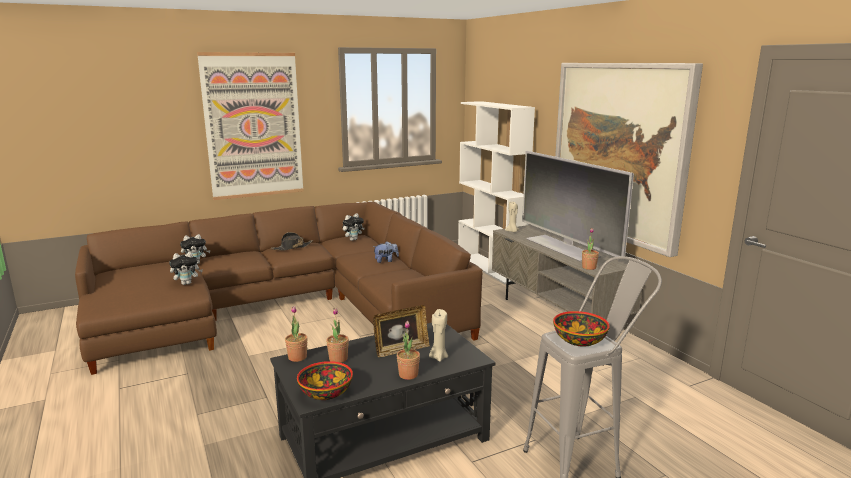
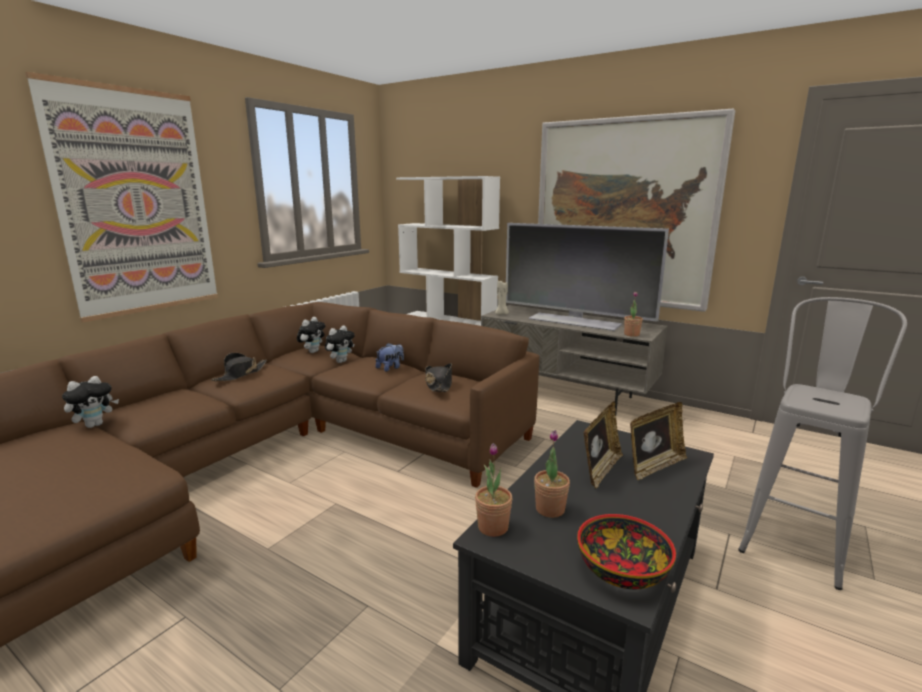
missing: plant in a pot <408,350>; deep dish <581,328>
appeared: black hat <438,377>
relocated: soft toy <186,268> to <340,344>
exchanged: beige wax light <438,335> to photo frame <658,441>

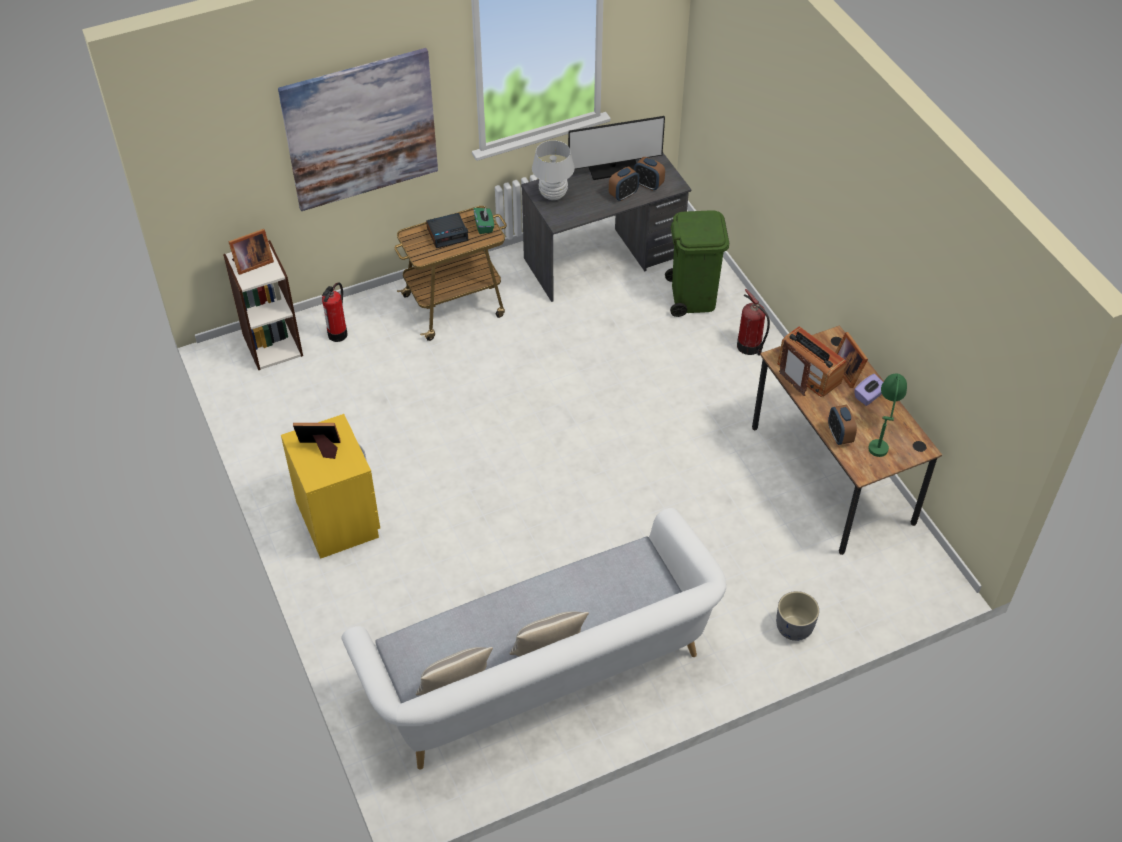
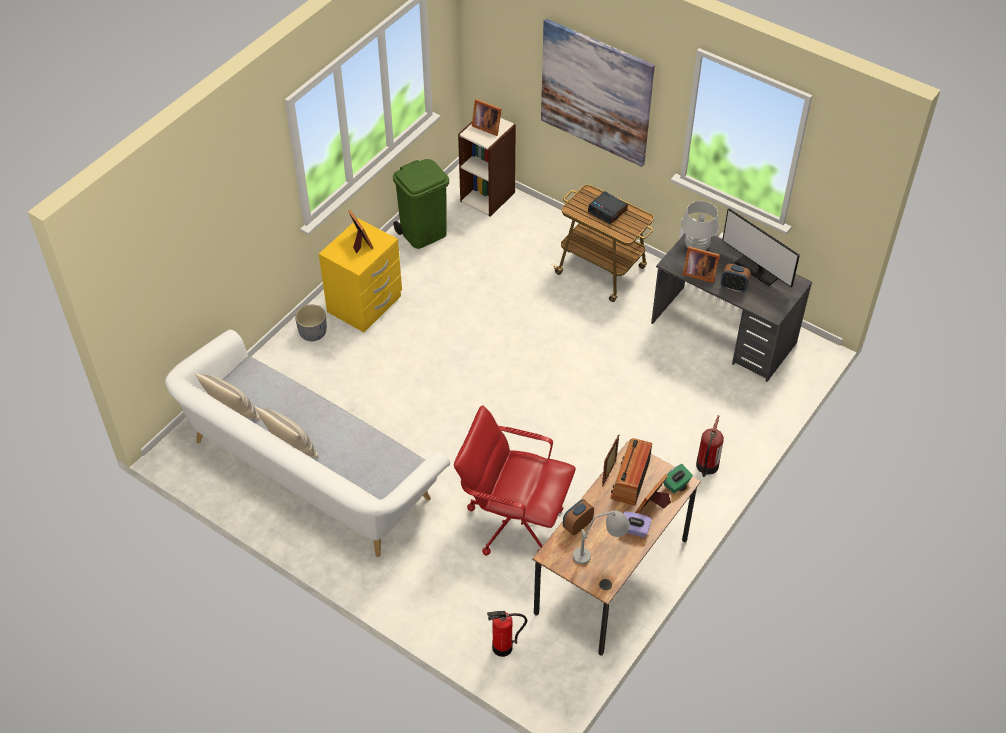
missing: table clock <649,174>
appeared: red-coloured computer chair <515,480>; photo frame <701,264>
relocated: gray plant pot <797,616> to <311,323>; greenish trash can <697,263> to <421,204>; fire extinguisher <335,312> to <507,634>; greenish tissue box <484,221> to <678,478>
colour: greenish lamp for a table <887,415> to gray lamp for a table <601,538>

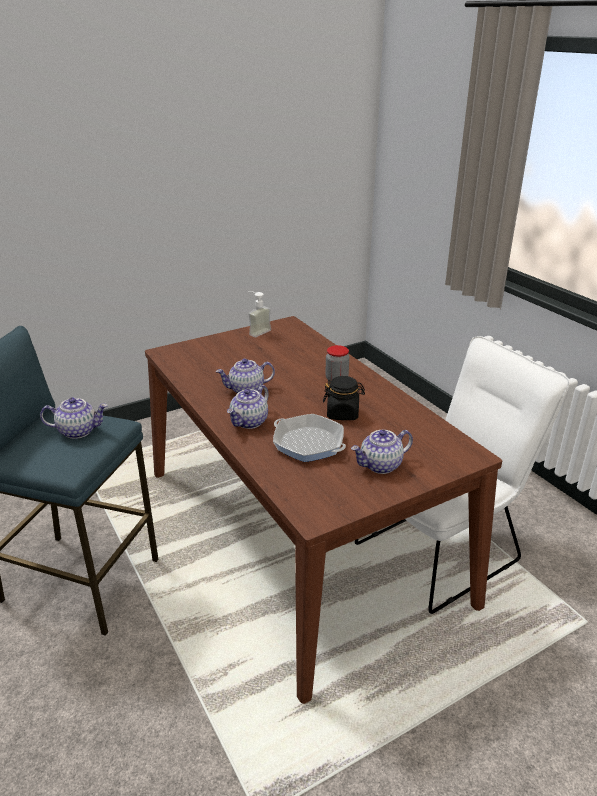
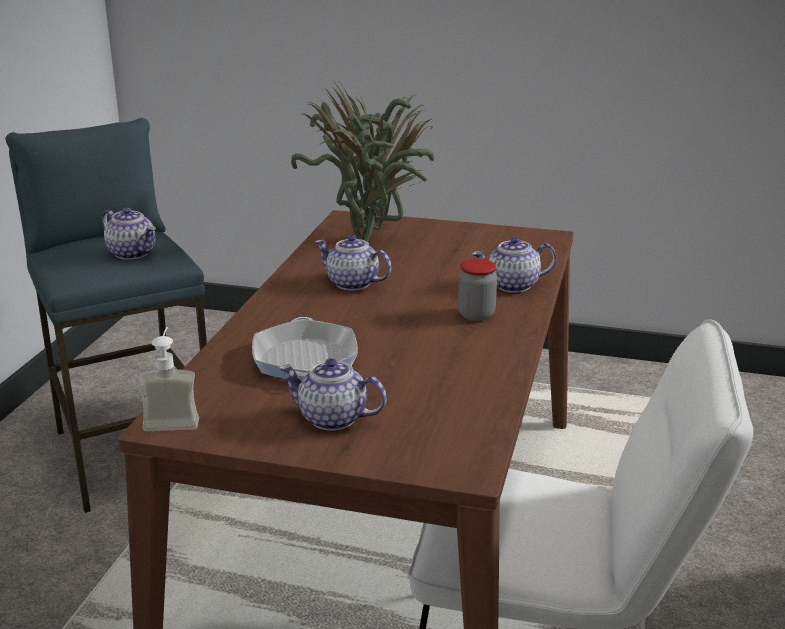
missing: black preserve jar <344,398>
appeared: plant in a pot <362,162>
relocated: soap bottle <259,314> to <168,379>; teapot <248,407> to <514,265>

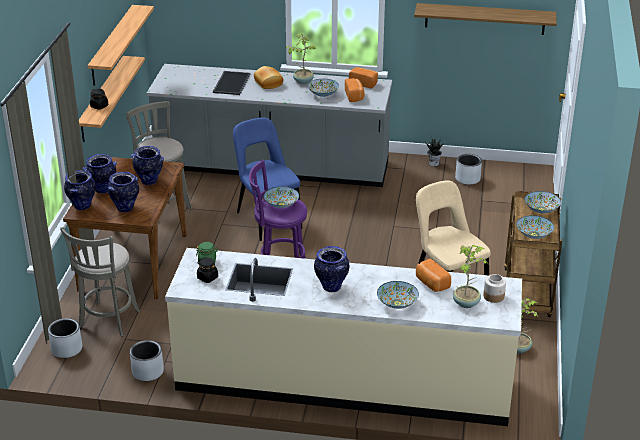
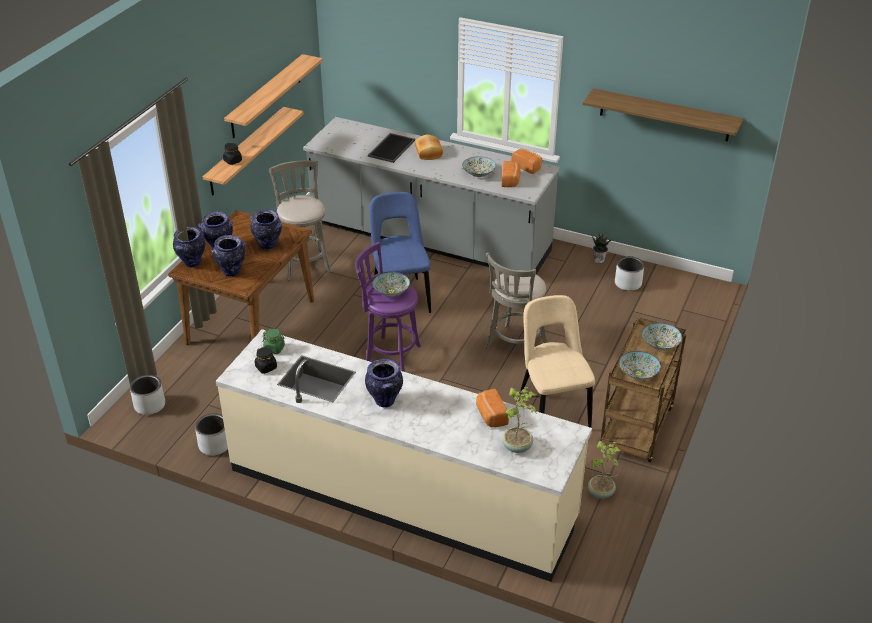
missing: plant in a pot <300,58>; deep dish <398,295>; preserve jar <494,288>
relocated: gray sitting stool <100,282> to <516,305>

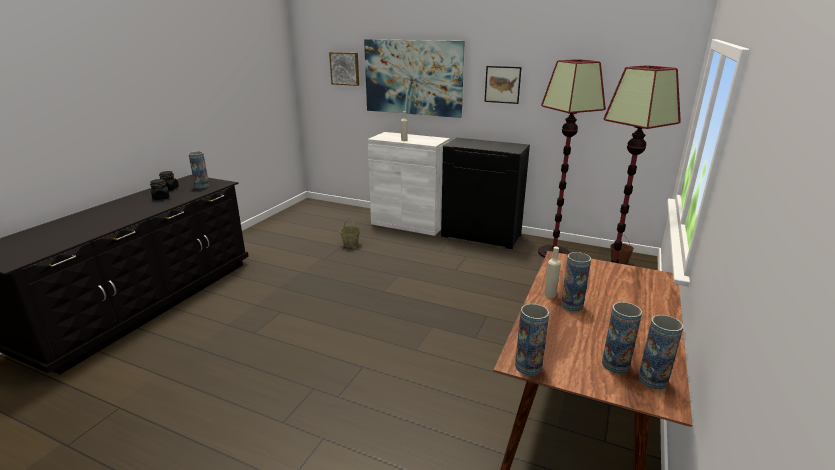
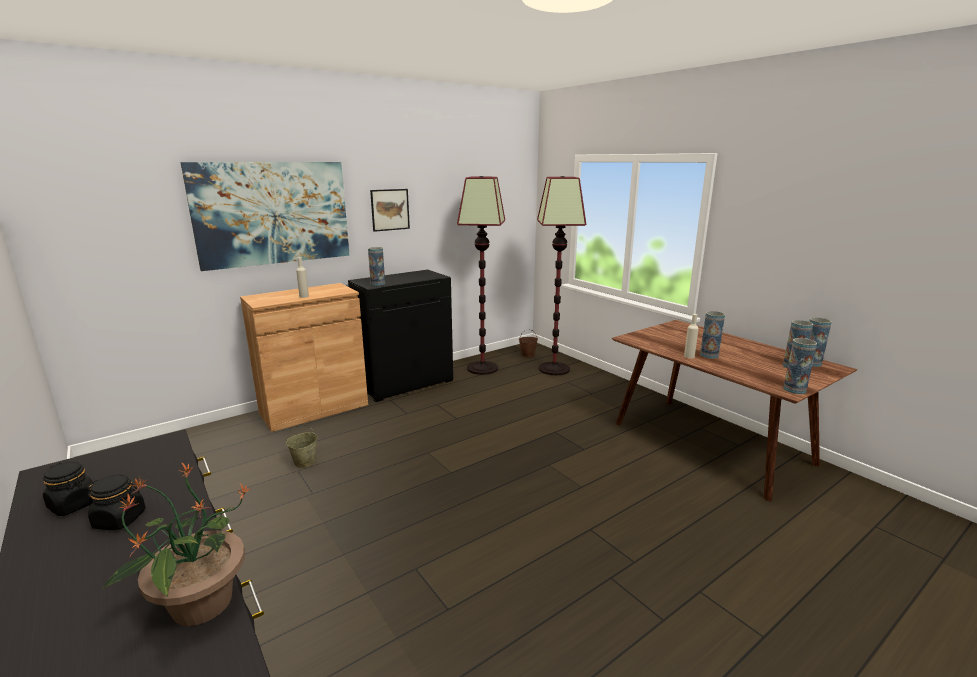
missing: picture <344,69>
appeared: plant in a pot <176,544>
relocated: flower vase <198,169> to <376,266>
colour: white cupboard <408,184> to brown cupboard <304,357>

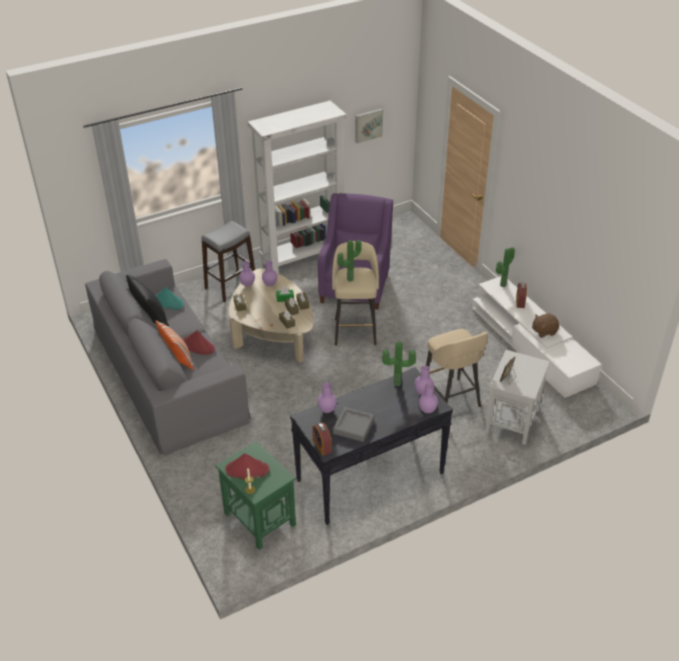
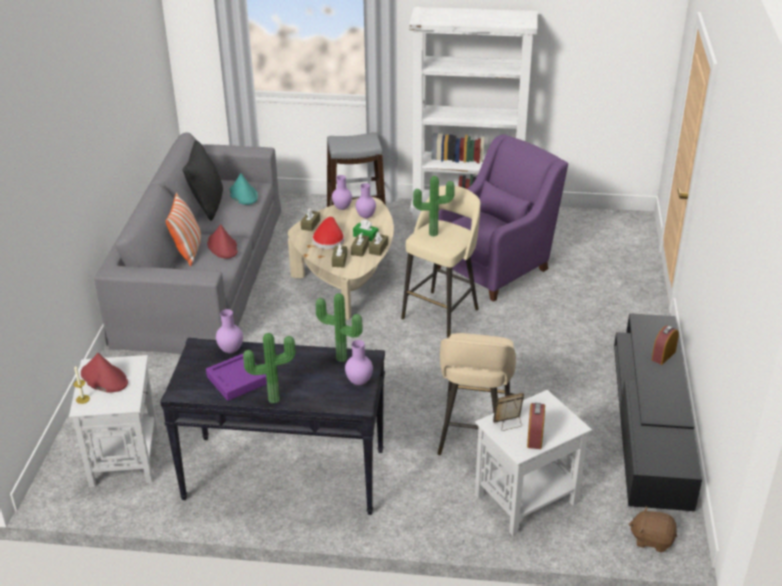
missing: picture <369,125>; purple flower vase <428,398>
appeared: red-coloured hat <328,233>
relocated: plant in a pot <505,267> to <269,368>; table clock <322,439> to <536,426>; brown soft toy <545,325> to <653,529>
colour: greenish side table <255,495> to white side table <113,421>; gray tray <353,424> to purple tray <236,377>; white tv stand <537,337> to black tv stand <658,412>

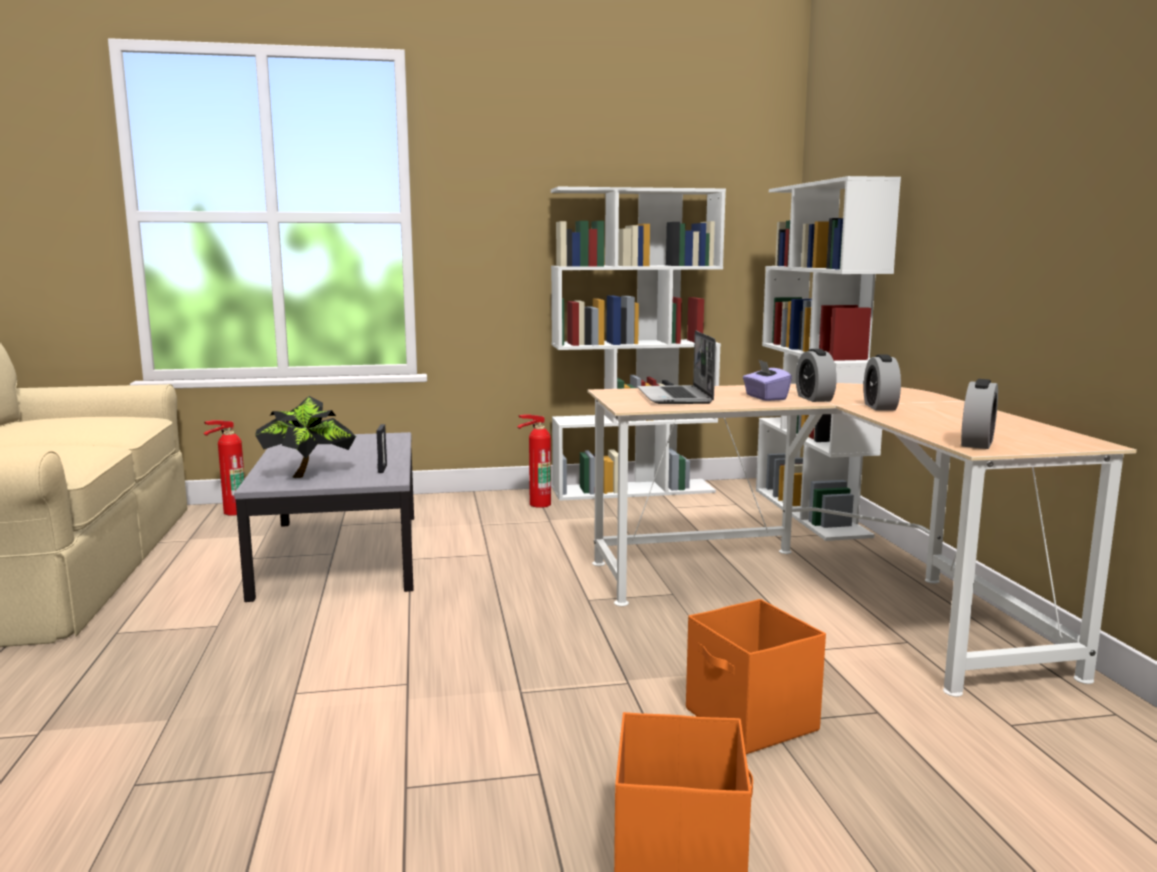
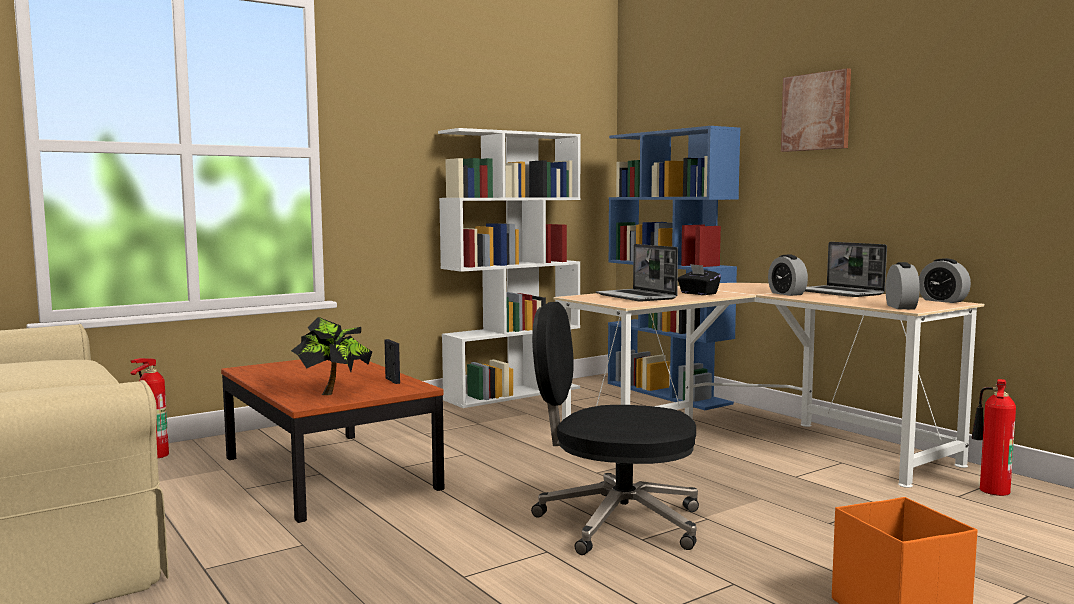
missing: orangey storage bin <756,676>
appeared: black computer chair <615,428>; picture <816,110>; portable computer <846,269>
relocated: table clock <816,375> to <945,280>; fire extinguisher <534,461> to <994,437>
colour: gray coffee table <324,517> to brown coffee table <332,441>; white shelving unit <828,358> to blue shelving unit <674,268>; purple tissue box <767,380> to black tissue box <699,279>

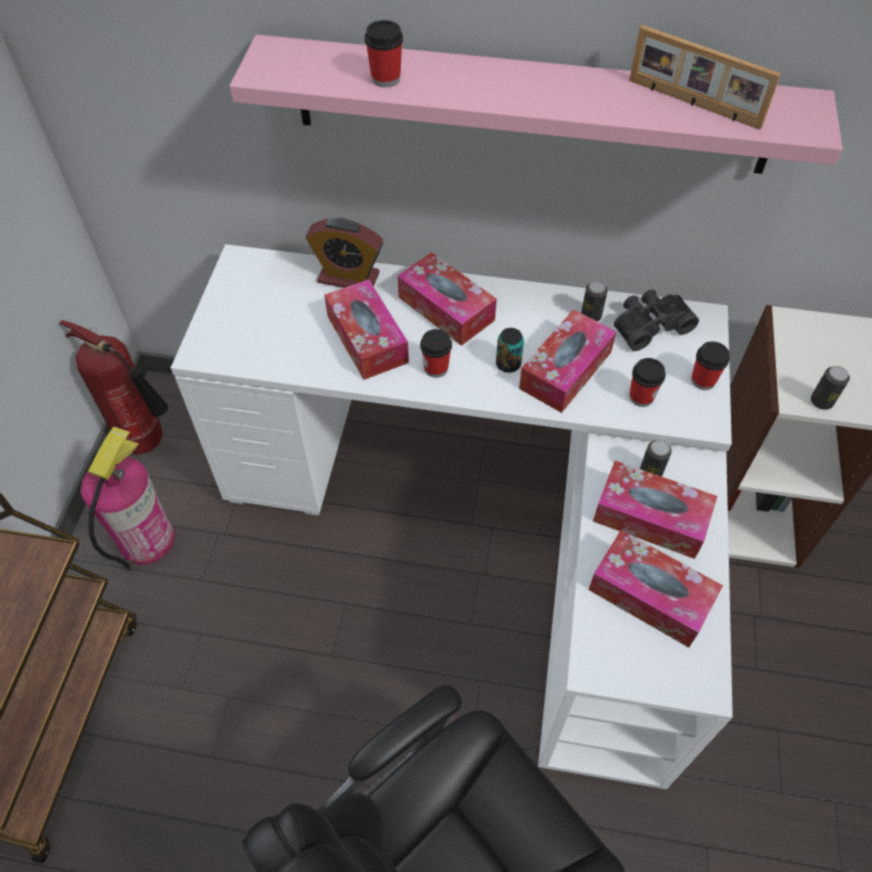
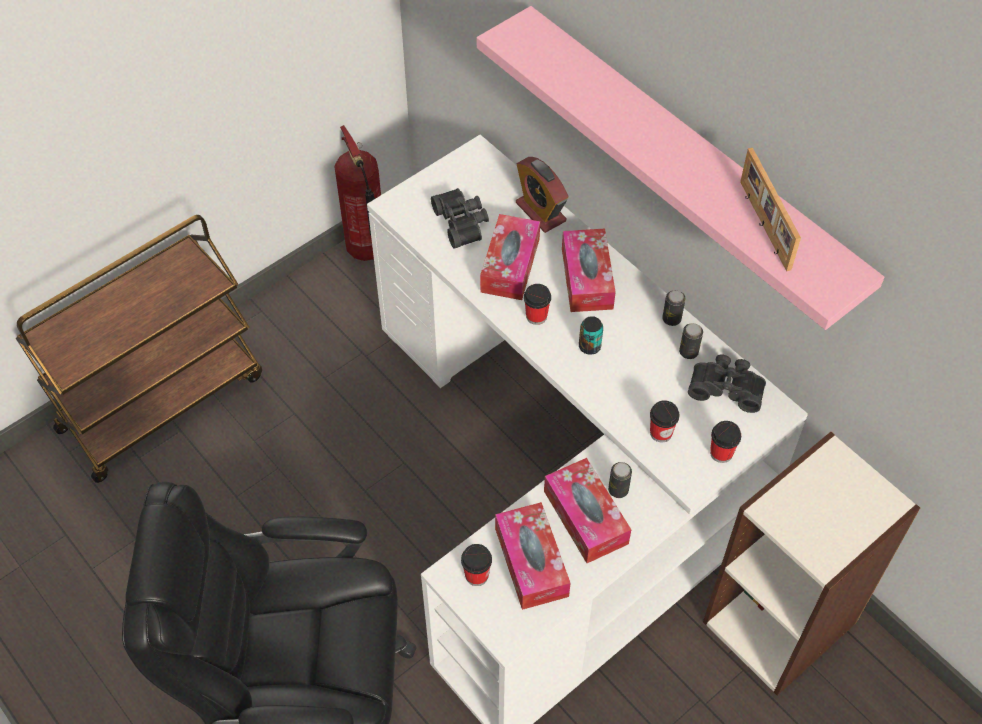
missing: fire extinguisher <128,499>; tissue box <567,361>
appeared: black binoculars <460,218>
relocated: cup <384,53> to <476,565>; metal can <830,388> to <674,308>

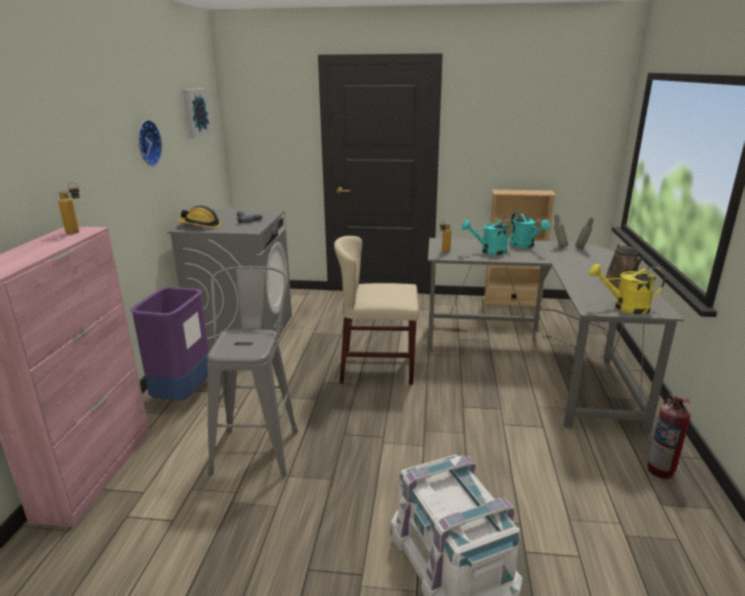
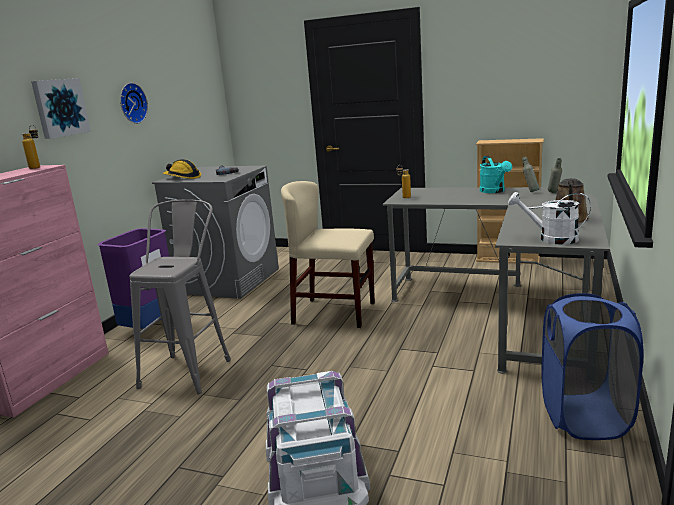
missing: turquoise watering pot <488,236>
relocated: picture <197,113> to <61,108>
exchanged: fire extinguisher <668,436> to blue washing basket <592,366>
colour: yellow watering pot <627,289> to white watering pot <549,218>

